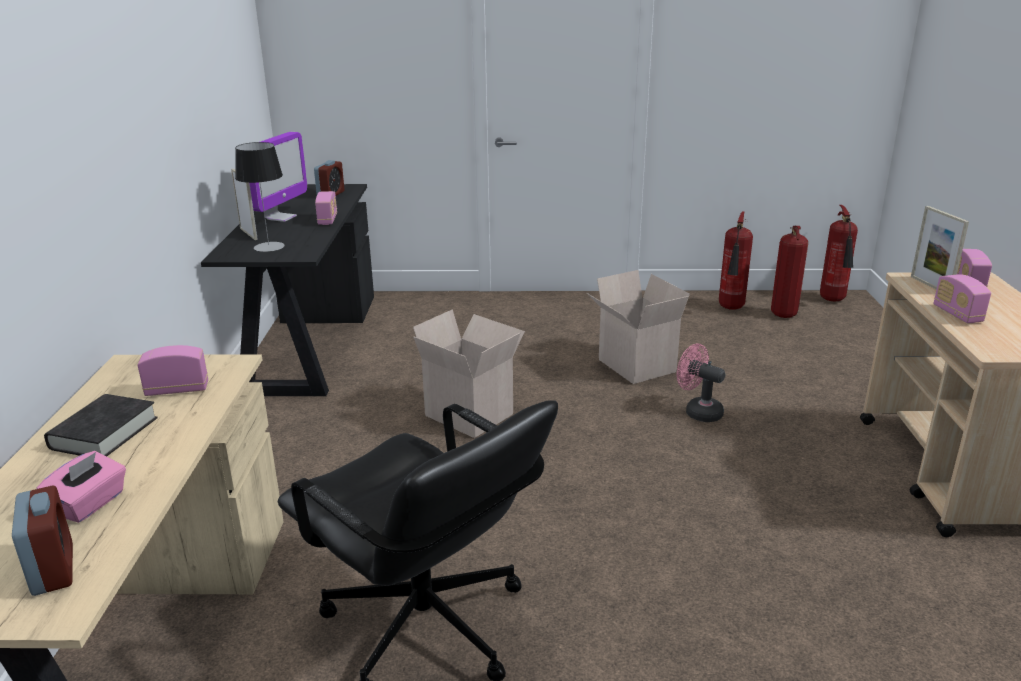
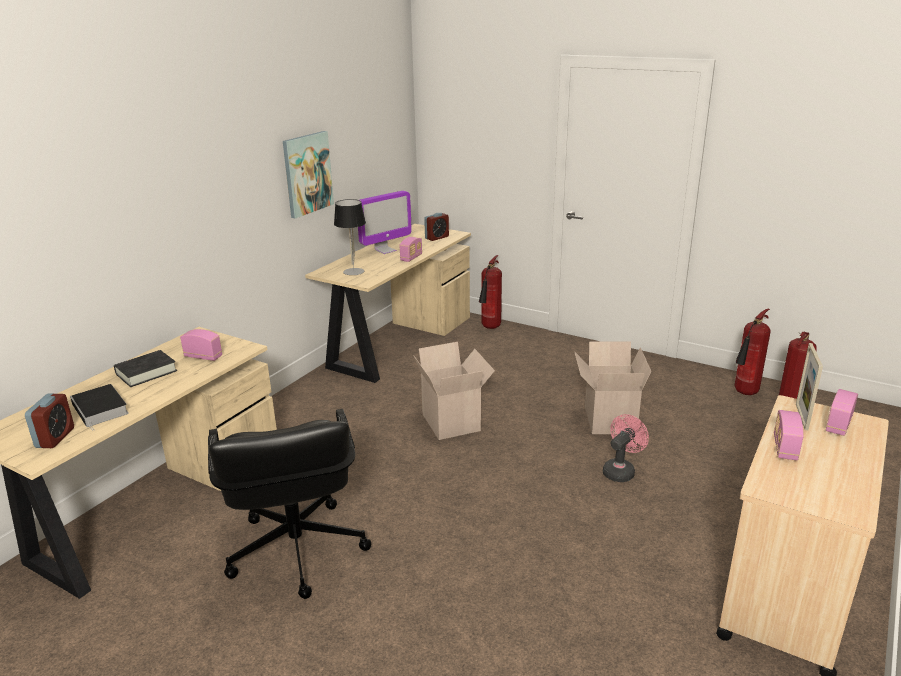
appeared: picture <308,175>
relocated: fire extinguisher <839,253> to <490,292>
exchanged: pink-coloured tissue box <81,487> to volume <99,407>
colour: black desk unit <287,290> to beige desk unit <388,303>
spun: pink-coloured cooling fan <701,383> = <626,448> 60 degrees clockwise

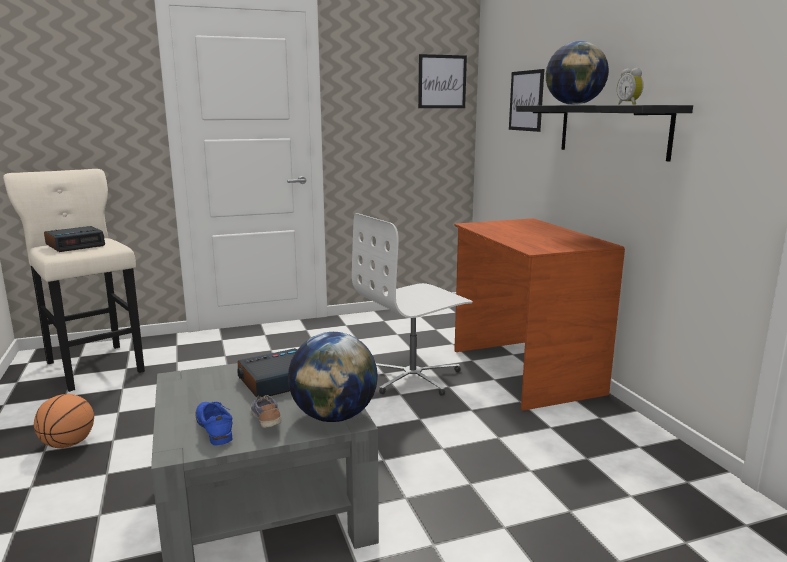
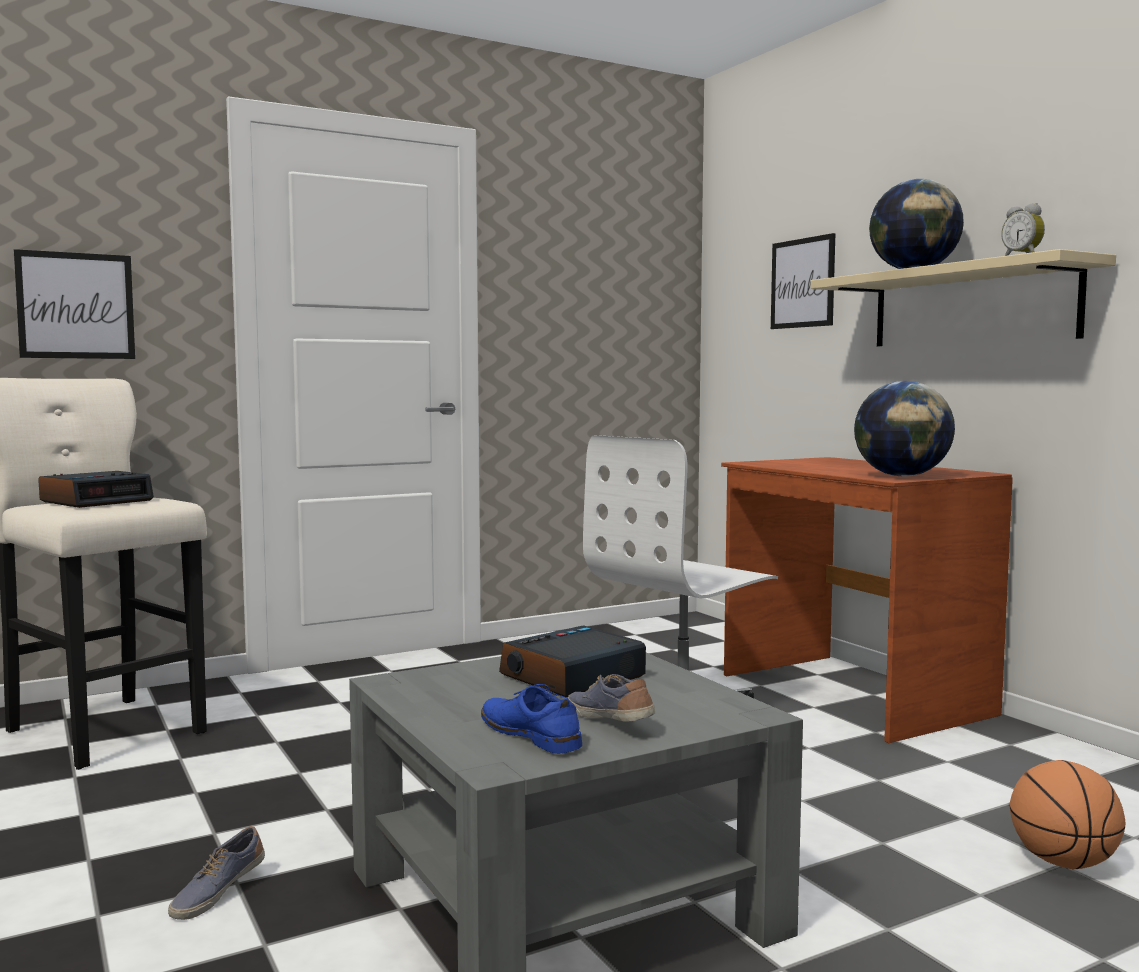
appeared: shoe <216,873>
relocated: picture <442,81> to <74,304>; world globe <333,377> to <904,428>; basketball ball <64,421> to <1068,814>
colour: black bracket shelf <604,133> to beige bracket shelf <963,297>

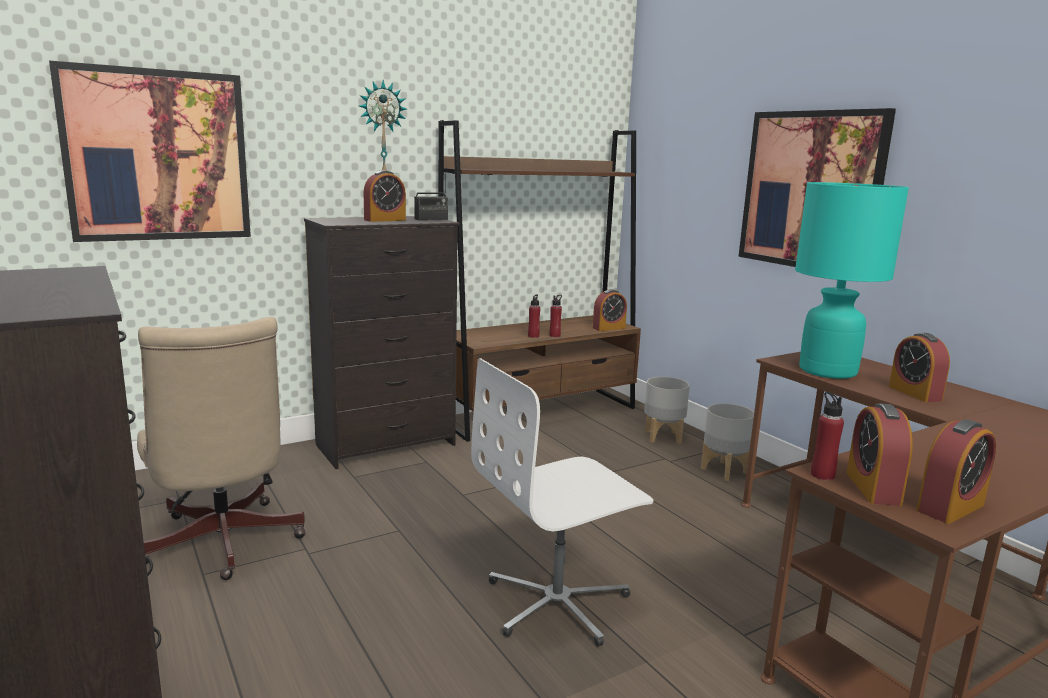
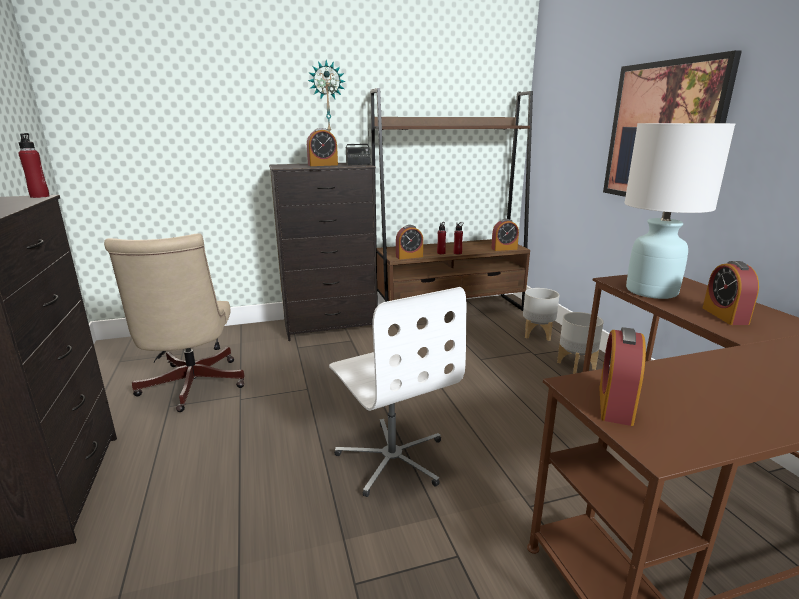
missing: picture <150,151>
relocated: red-coloured beverage bottle <827,436> to <34,165>; table clock <956,471> to <409,242>
colour: turquoise lamp for a table <852,280> to white lamp for a table <679,211>
spun: white computer chair <562,502> = <397,392> 105 degrees counterclockwise

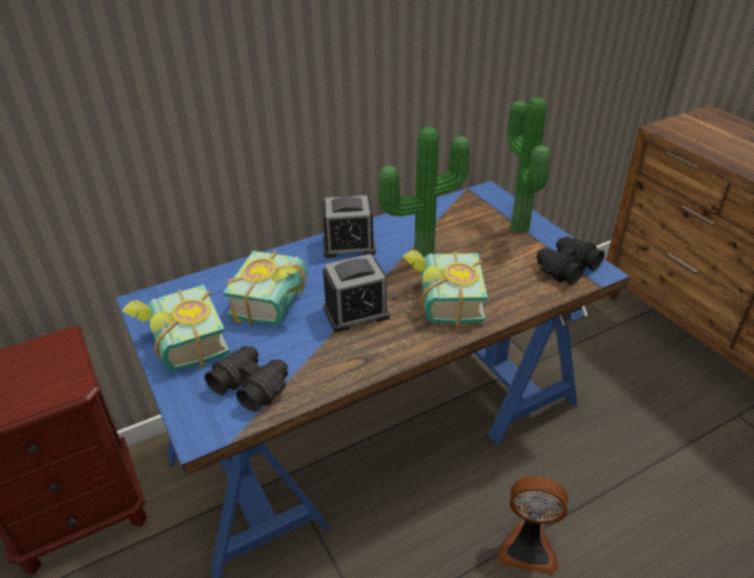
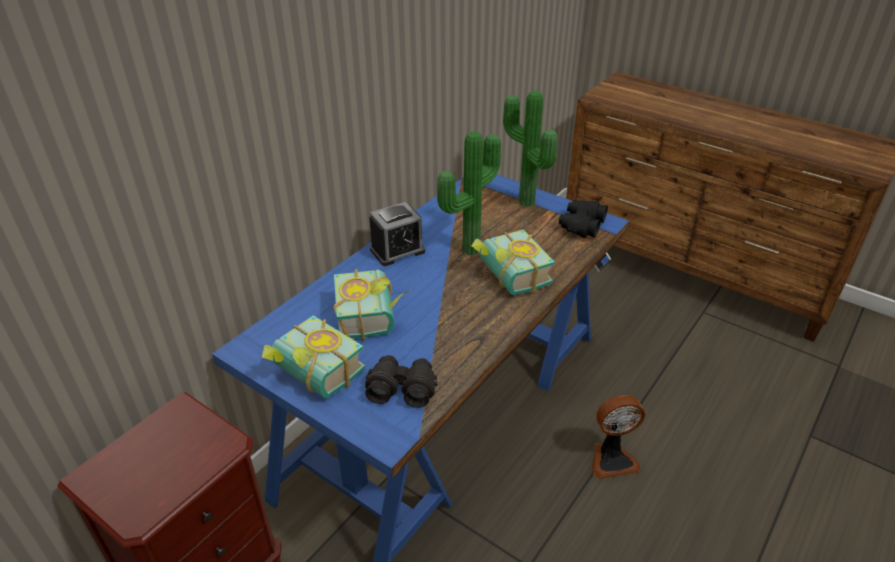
missing: table clock <356,293>

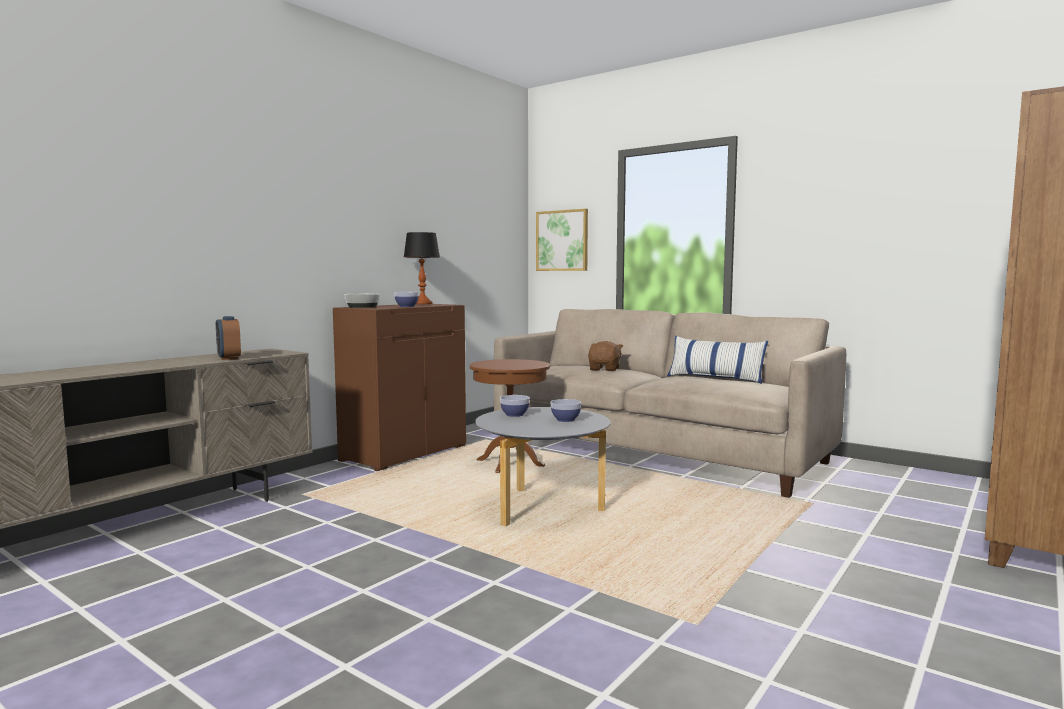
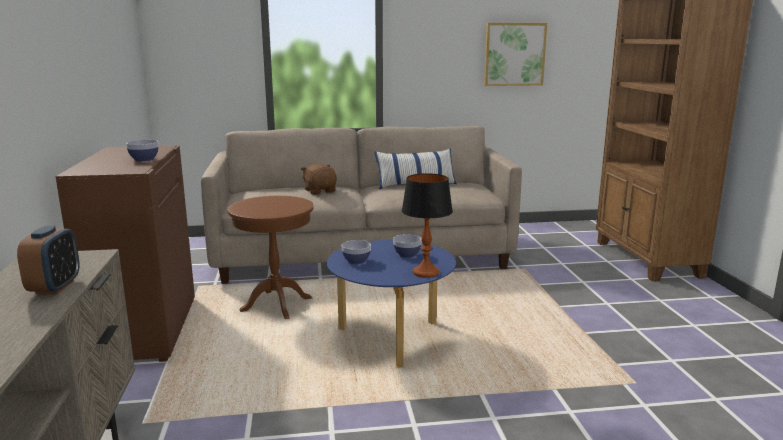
missing: deep dish <362,301>
relocated: lamp for a table <422,268> to <427,225>; picture <562,240> to <515,54>
colour: gray coffee table <543,466> to blue coffee table <391,304>
spun: table clock <228,338> = <48,260> 105 degrees counterclockwise

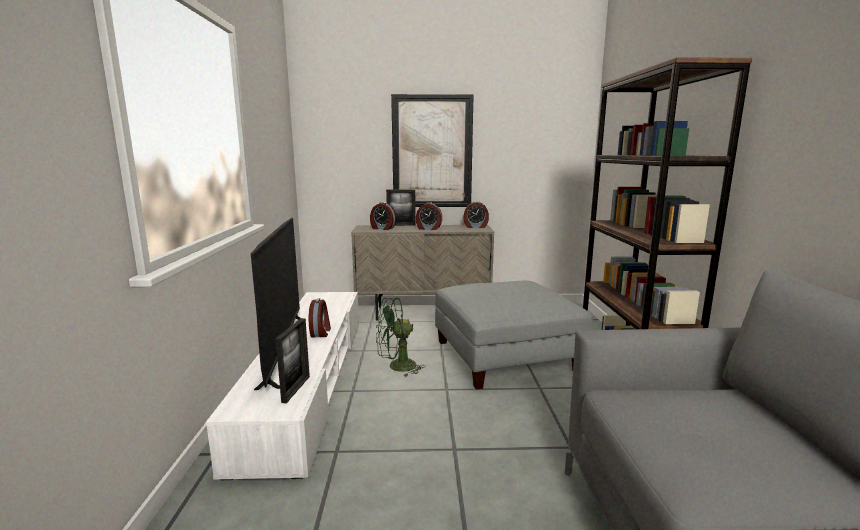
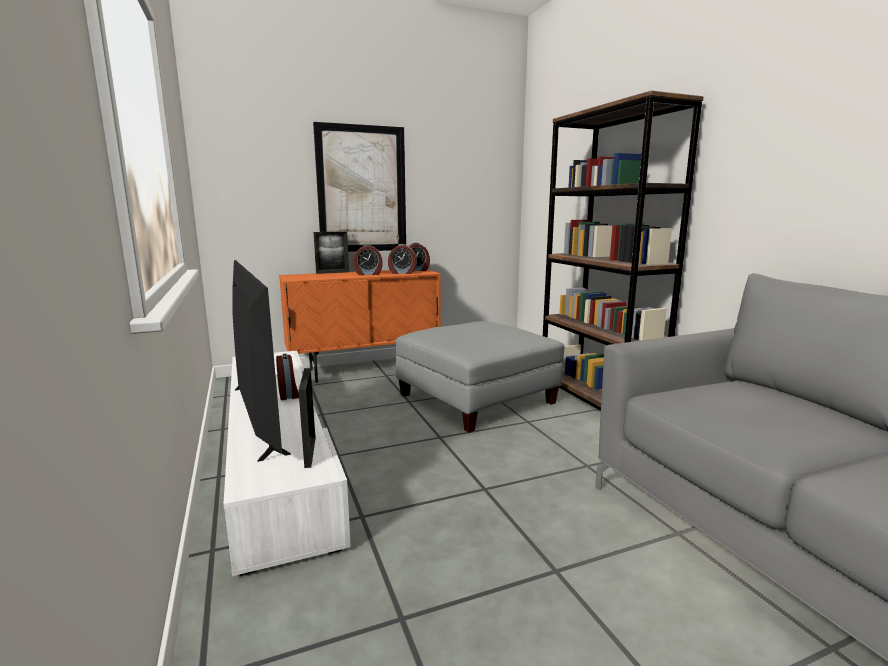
missing: greenish cooling fan <401,337>
relocated: table clock <383,216> to <402,259>
colour: beige cupboard <422,273> to orangey cupboard <360,326>

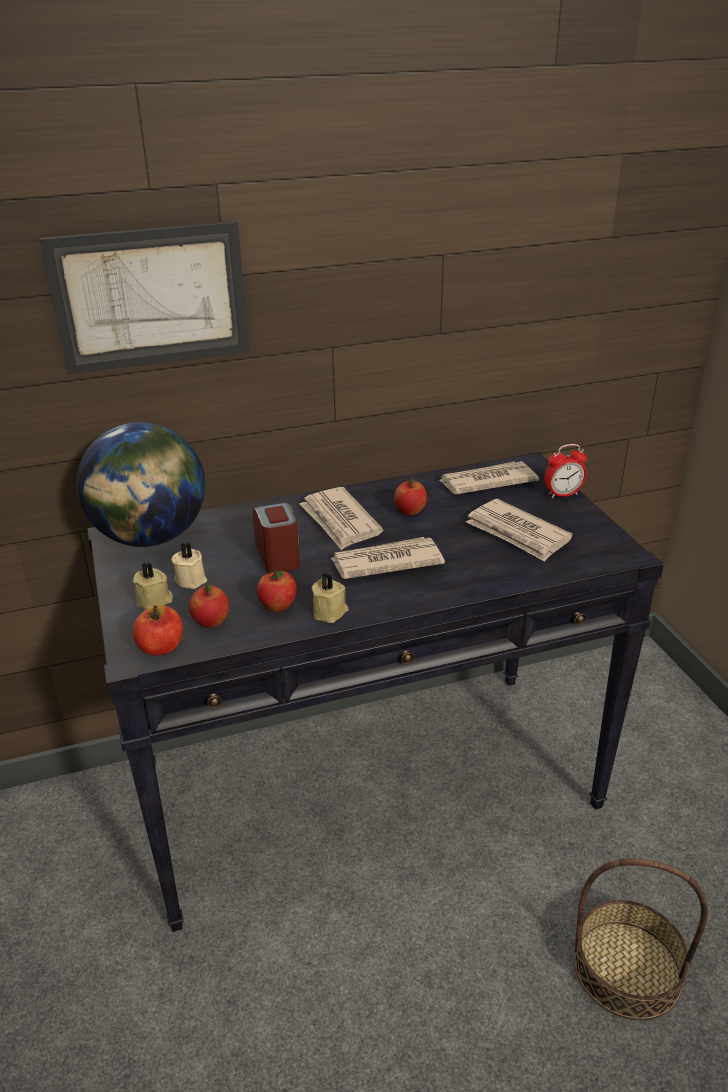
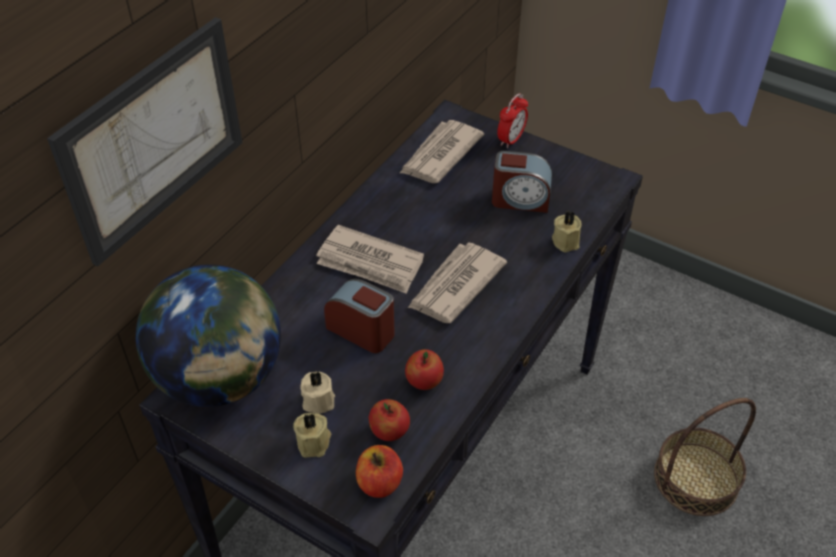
missing: apple <410,497>
relocated: beige wax light <330,598> to <567,231>
exchanged: daily paper <519,530> to table clock <522,182>

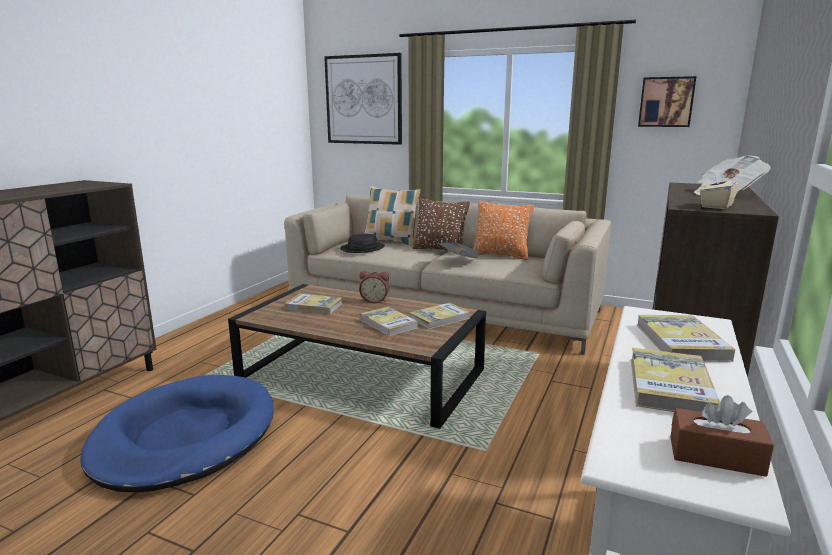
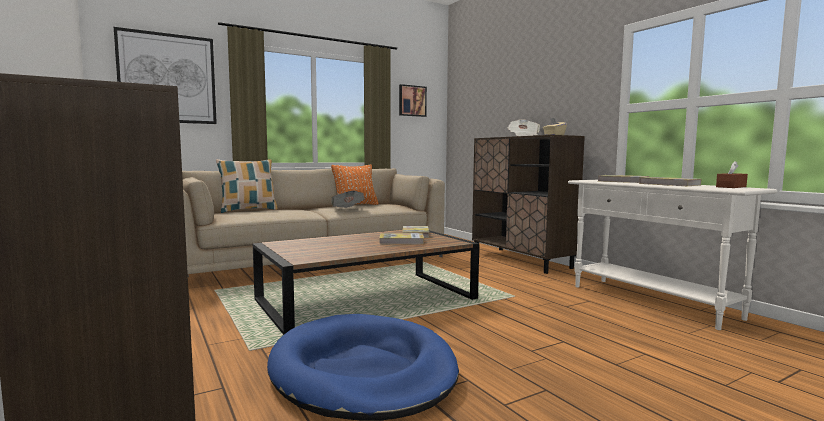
missing: volume <314,304>; black hat <362,243>; table clock <374,287>; brown throw pillow <441,224>

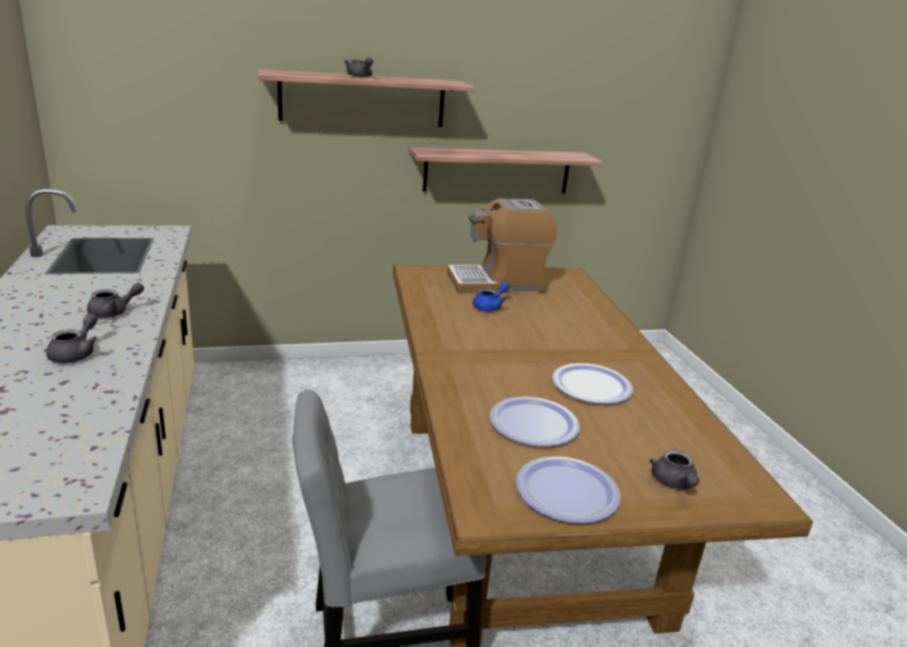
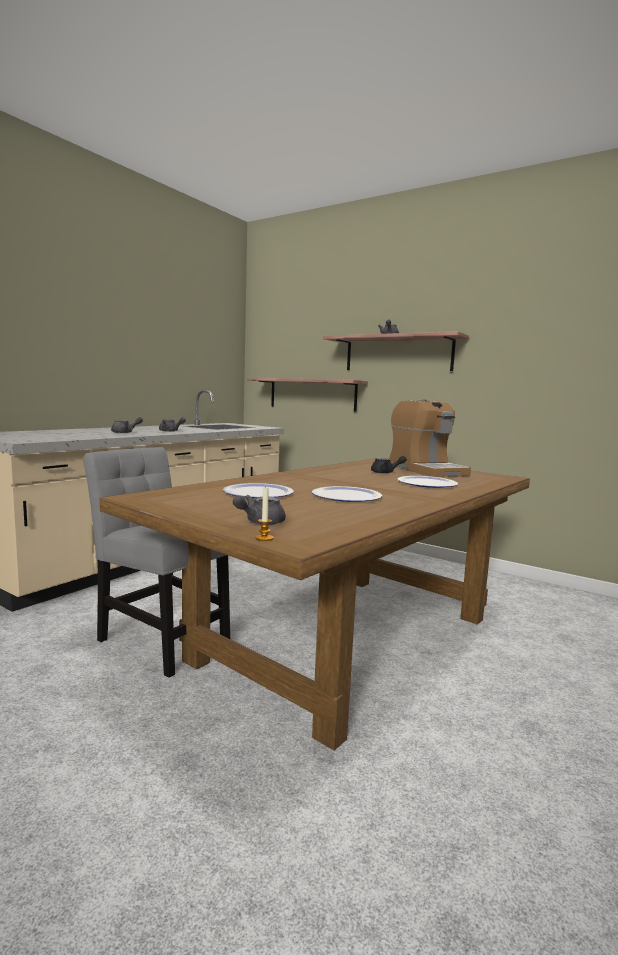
appeared: wax light <264,514>
relocated: bracket shelf <506,170> to <307,394>; plate <568,490> to <428,482>
colour: blue teapot <491,296> to black teapot <389,465>
spun: coffee machine <502,246> = <430,438> 150 degrees counterclockwise

